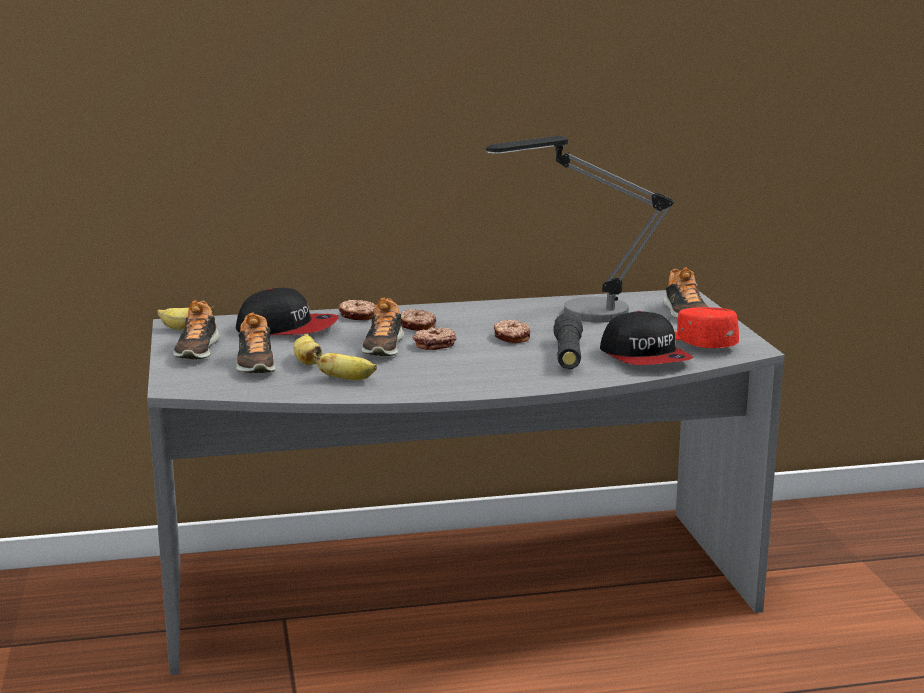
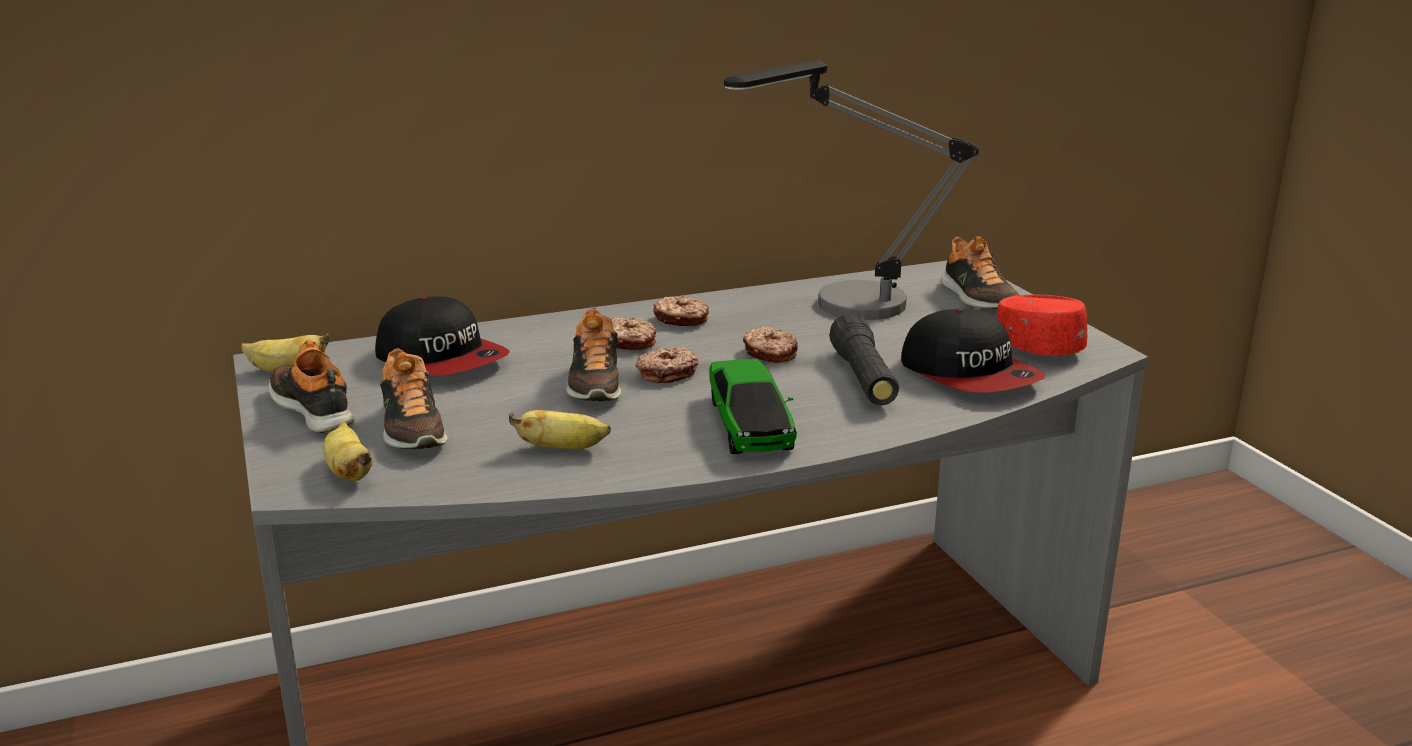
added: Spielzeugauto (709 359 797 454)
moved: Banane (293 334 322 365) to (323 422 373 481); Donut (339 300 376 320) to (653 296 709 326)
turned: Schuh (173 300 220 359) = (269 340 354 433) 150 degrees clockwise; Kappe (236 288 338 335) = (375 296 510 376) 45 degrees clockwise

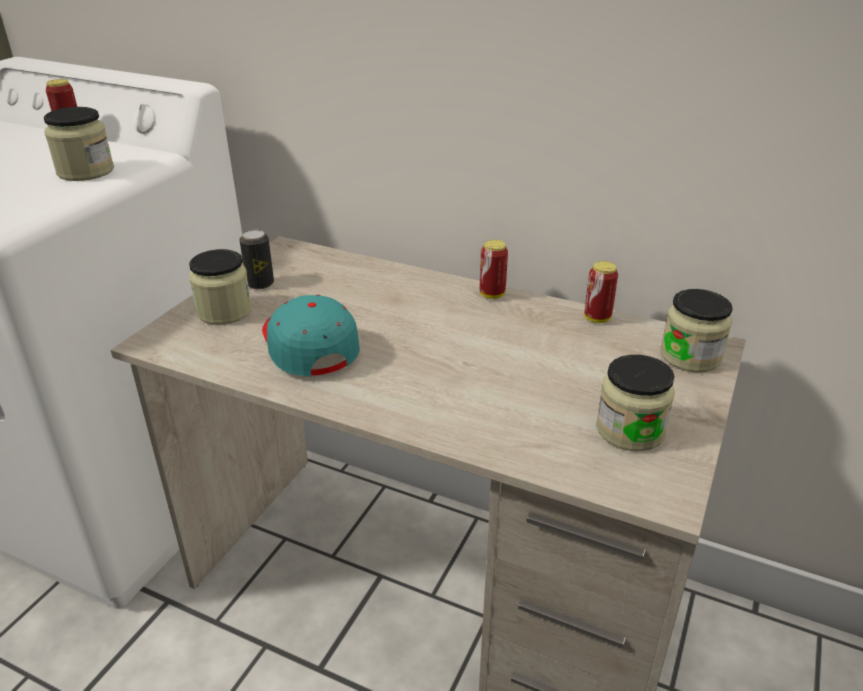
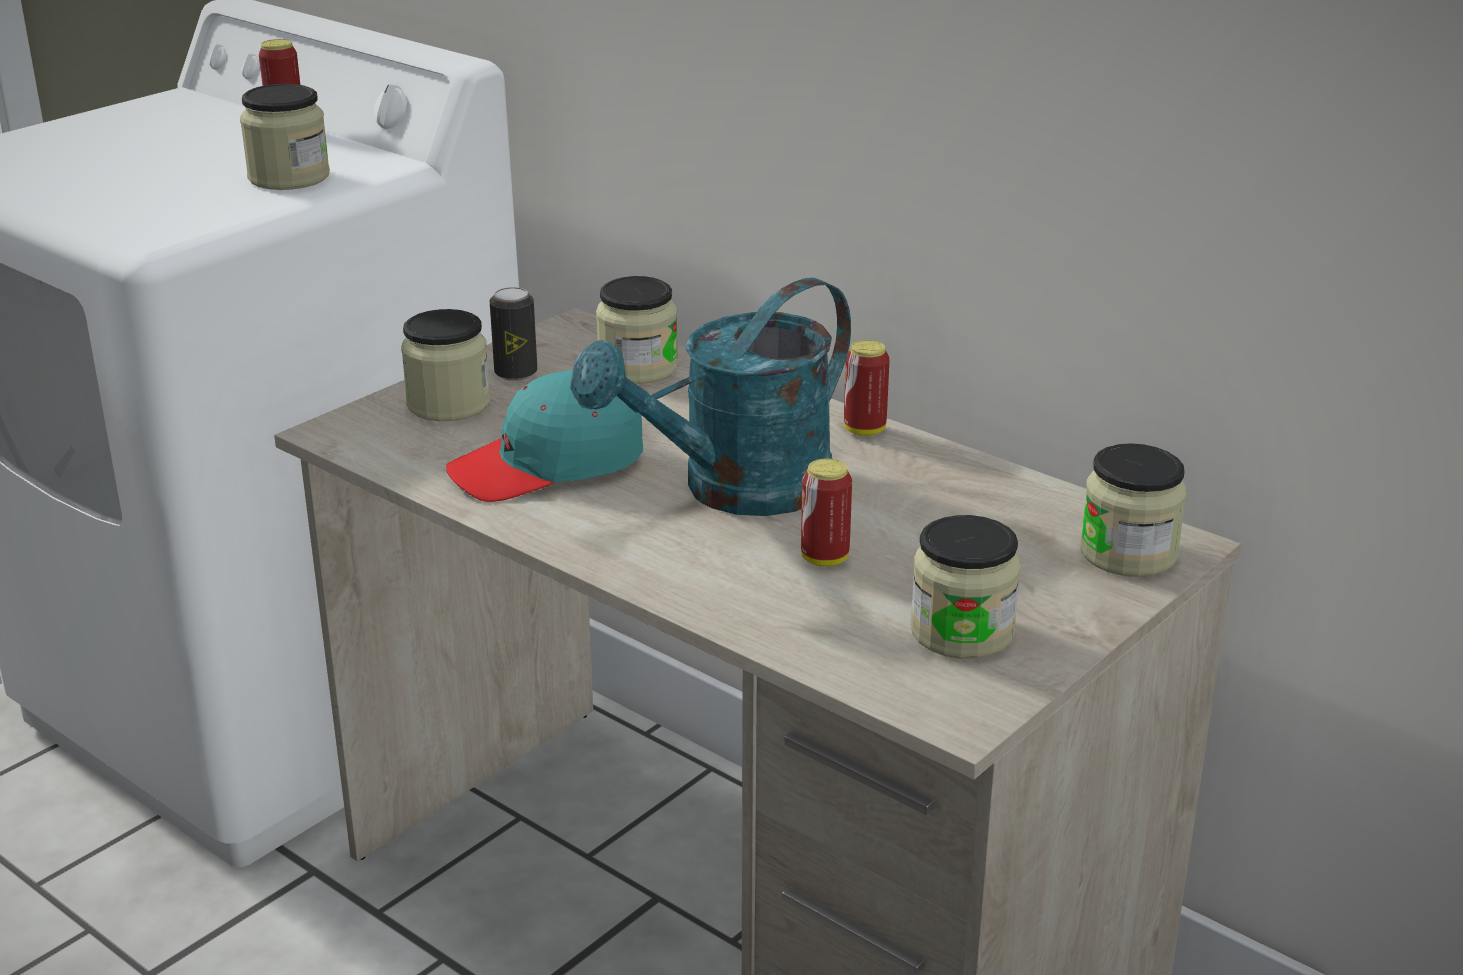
added: Gießkanne [türkis] (570 278 851 516); Vorratsglas (596 276 678 384)
moved: Dose (584 261 618 323) to (801 458 852 566)
turned: Kappe [türkis] (262 295 360 376) = (446 370 643 502) 105 degrees counterclockwise

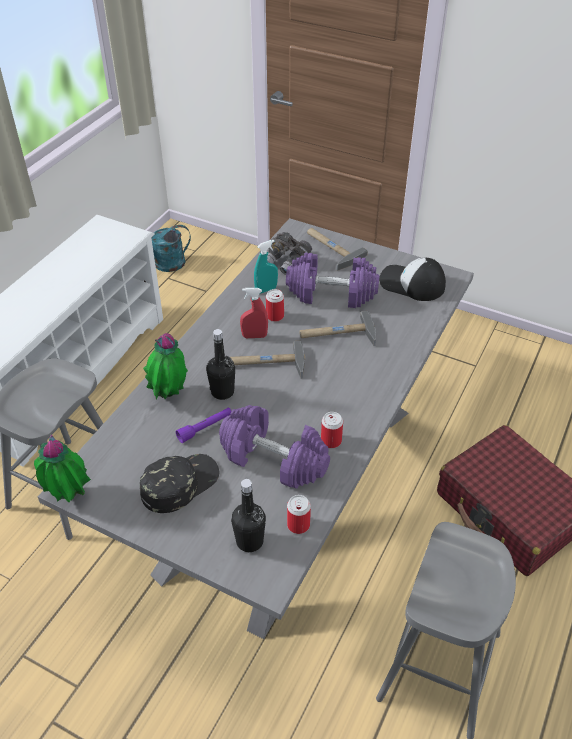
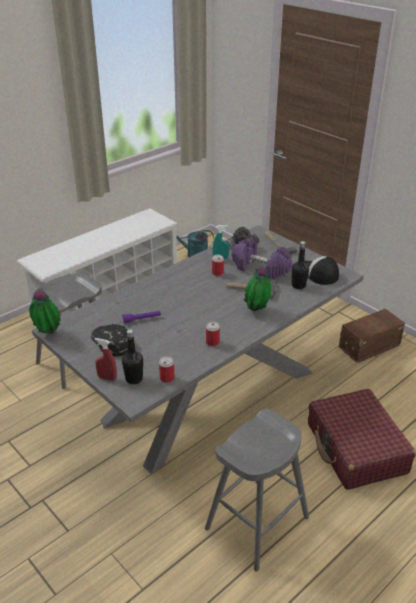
removed: Hantel [lila] (219 405 330 488); Hammer (230 341 305 379)
added: Aufbewahrungsbox [braun] (339 309 405 363)
moved: Topfpflanze (143 333 188 400) to (244 266 272 311); Flasche [schwarz] (206 329 235 400) to (291 241 309 289); Sprühflasche [rot] (240 288 268 338) to (95 338 117 381)
turned: Kappe [schwarz] (140 454 220 513) = (91 324 128 357) 105 degrees counterclockwise

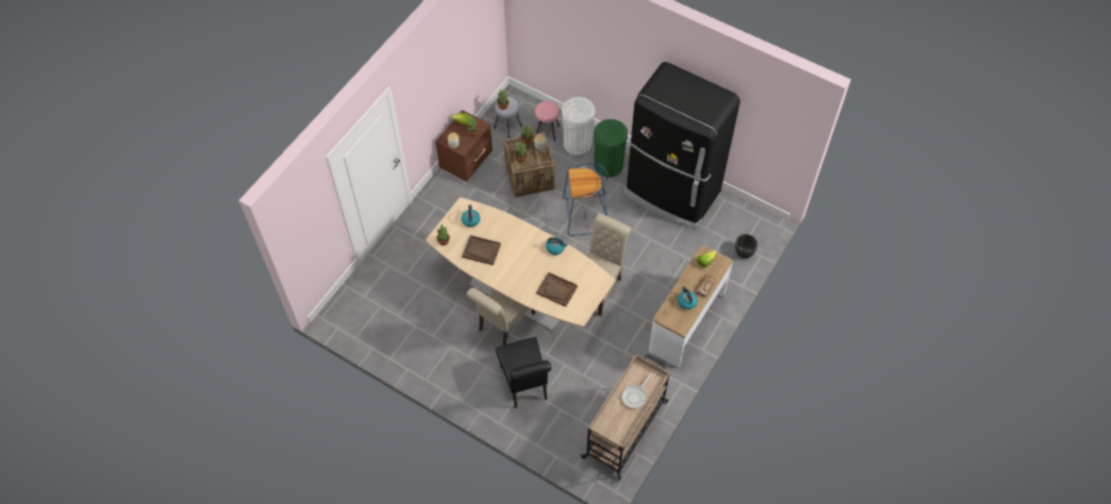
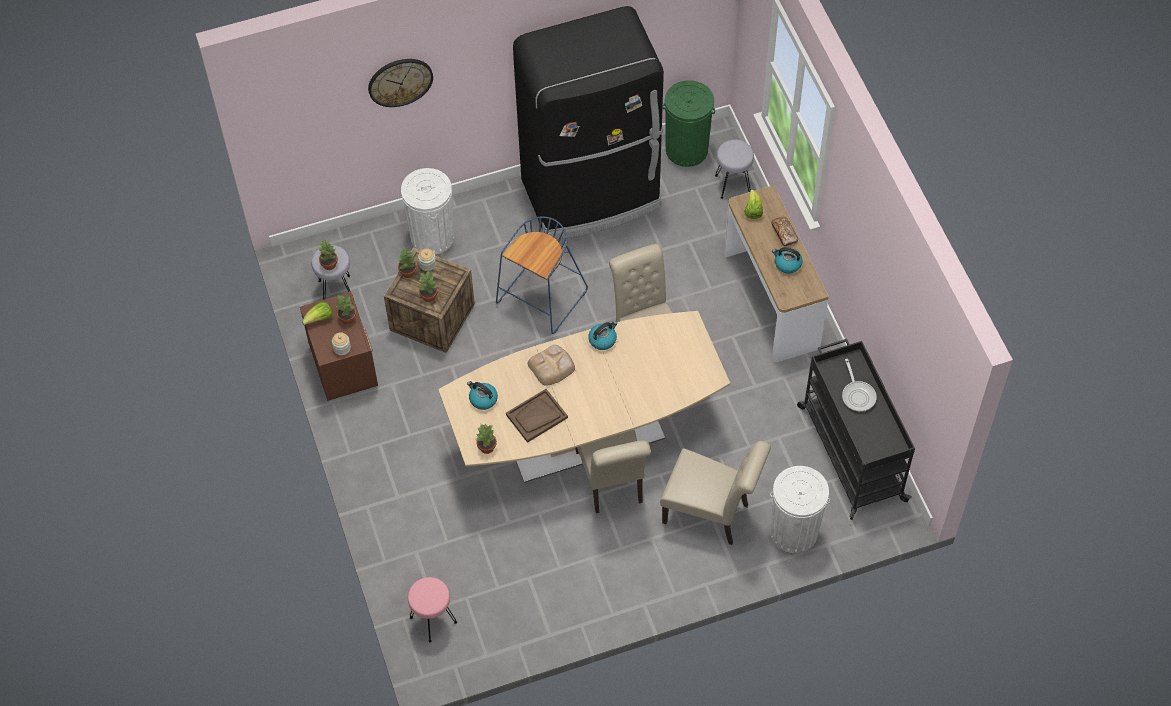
removed: Tablett [braun] (536 272 578 307)
added: Wanduhr (368 59 433 107); Brot (528 345 575 386); Mülleimer [weiß] (770 466 830 553)
moved: Hocker [rosa] (535 101 560 141) to (408 577 457 642); Mülleimer [grün] (594 119 628 177) to (663 80 715 167)
replaced: Pflanzkübel [schwarz] (735 234 758 259) to Hocker [grau] (715 140 754 199)
recoloured: Stuhl [schwarz] (496 337 551 409) to Stuhl [beige] (660 441 771 545); Rollwagen [beige] (580 354 670 480) to Rollwagen [schwarz] (797 339 915 520)

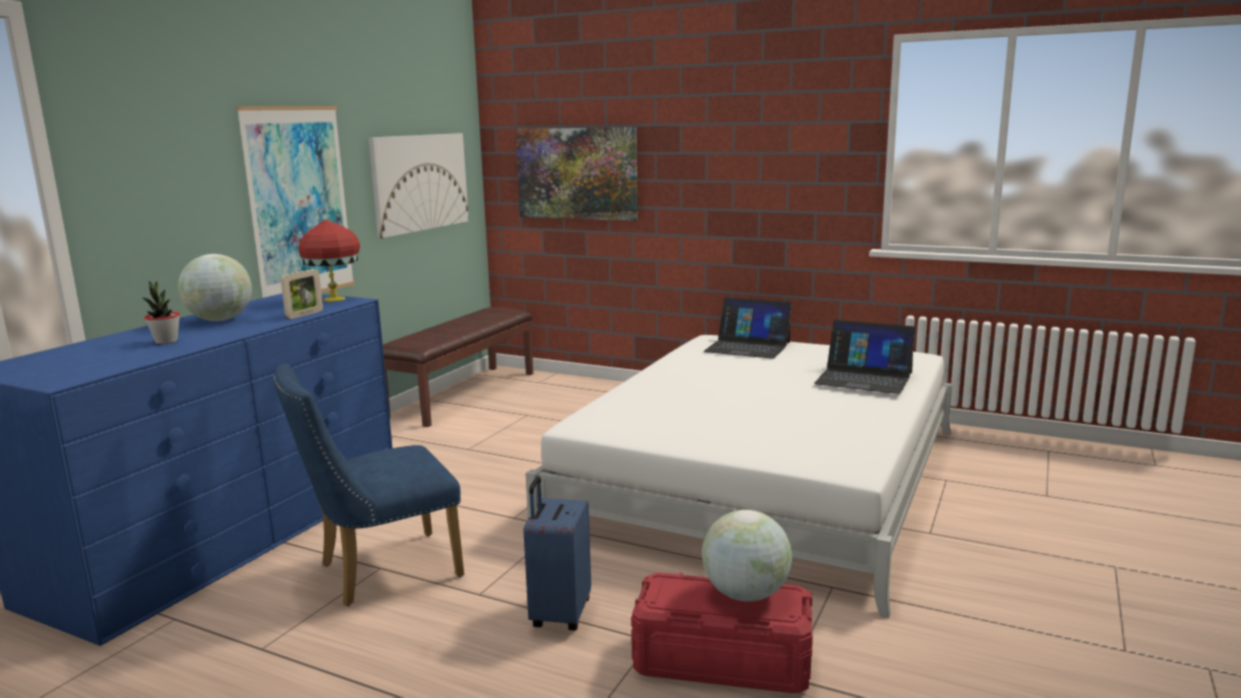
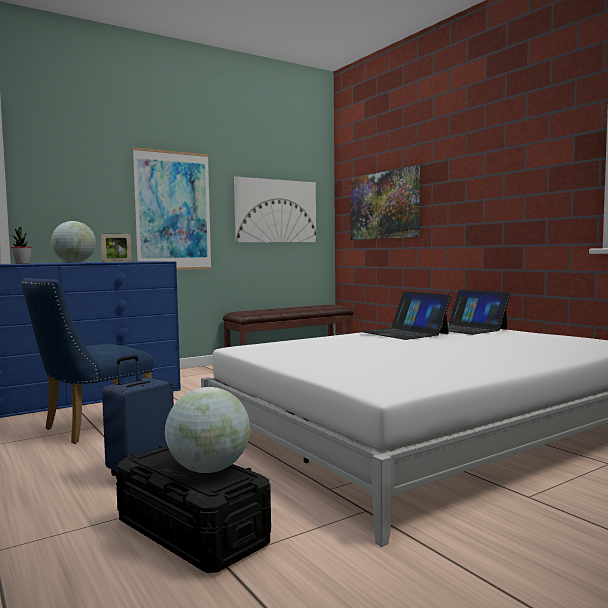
removed: Tischlampe [rot] (298 219 360 302)
moved: Laptop (814 320 916 394) to (360 291 452 340)
recoloured: Aufbewahrungsbox [rot] (631 572 813 693) to Aufbewahrungsbox [schwarz] (116 445 271 573)
turned: Stuhl [blau] (274 363 464 606) = (21 278 154 444) 45 degrees counterclockwise

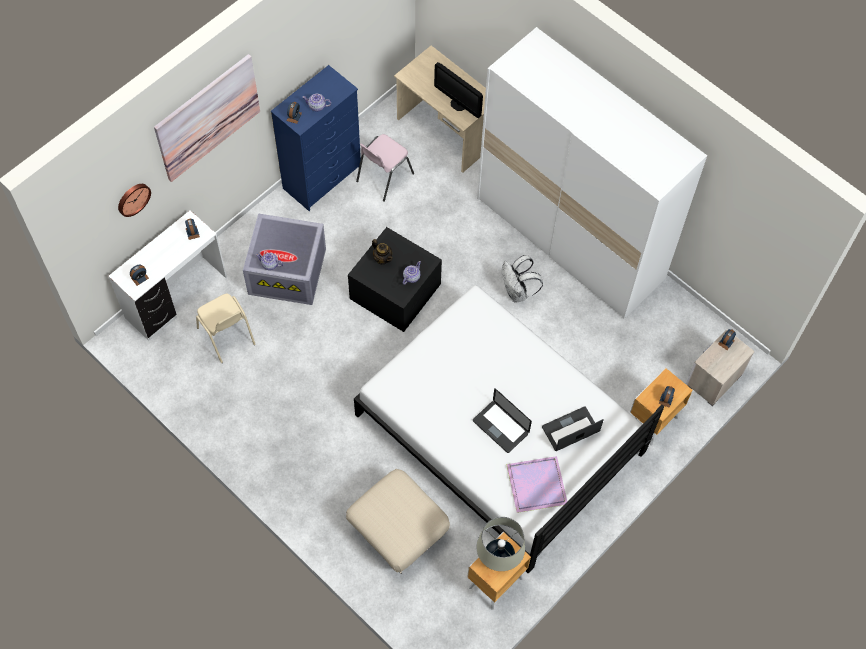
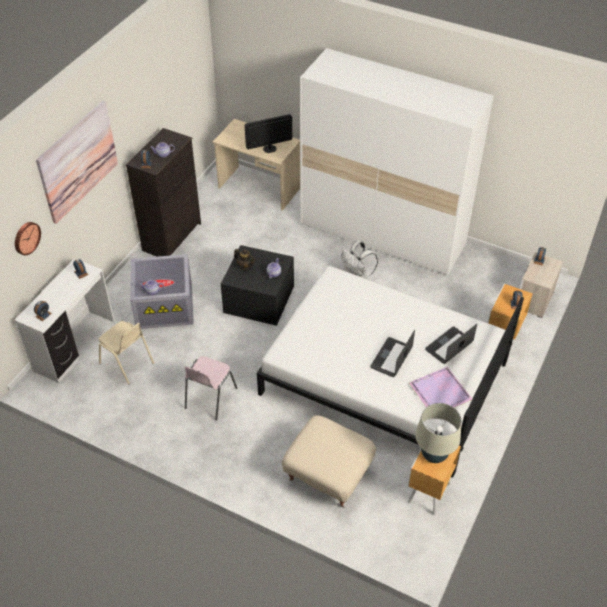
moved: Stuhl [rosa] (356 134 414 202) to (184 356 238 421)
recoloured: Kommode [blau] (271 65 361 211) to Kommode [schwarz] (126 128 201 257)
turned: Monitor (434 62 483 119) = (245 114 292 153) 135 degrees clockwise; Laptop (473 388 532 453) = (370 330 415 377) 90 degrees clockwise

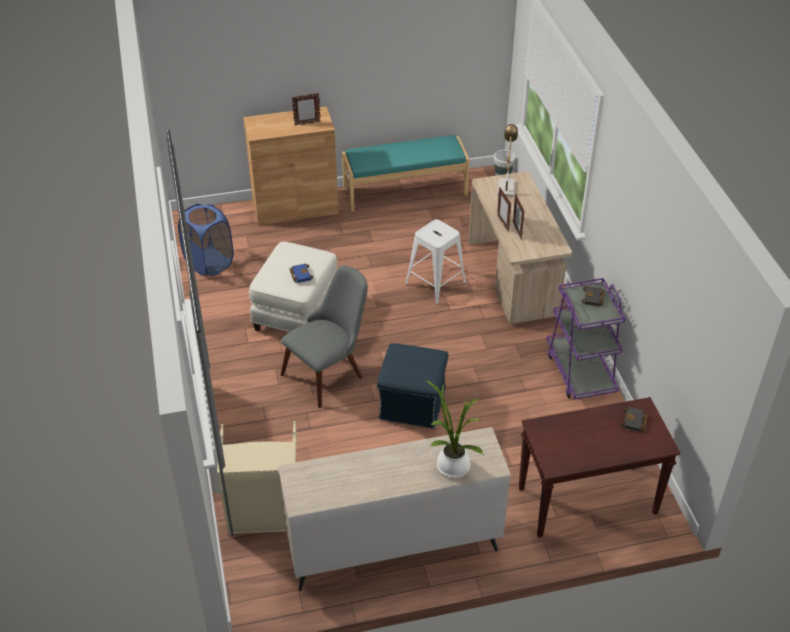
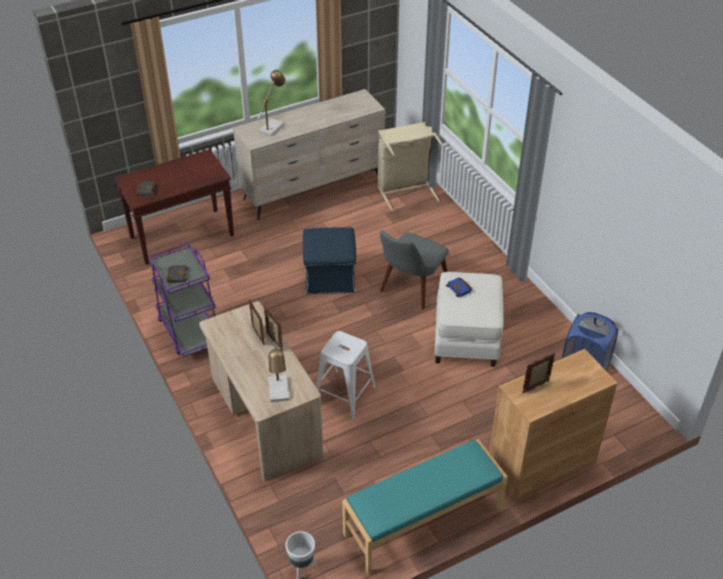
replaced: Topfpflanze (425 380 484 478) to Tischlampe (258 70 286 136)

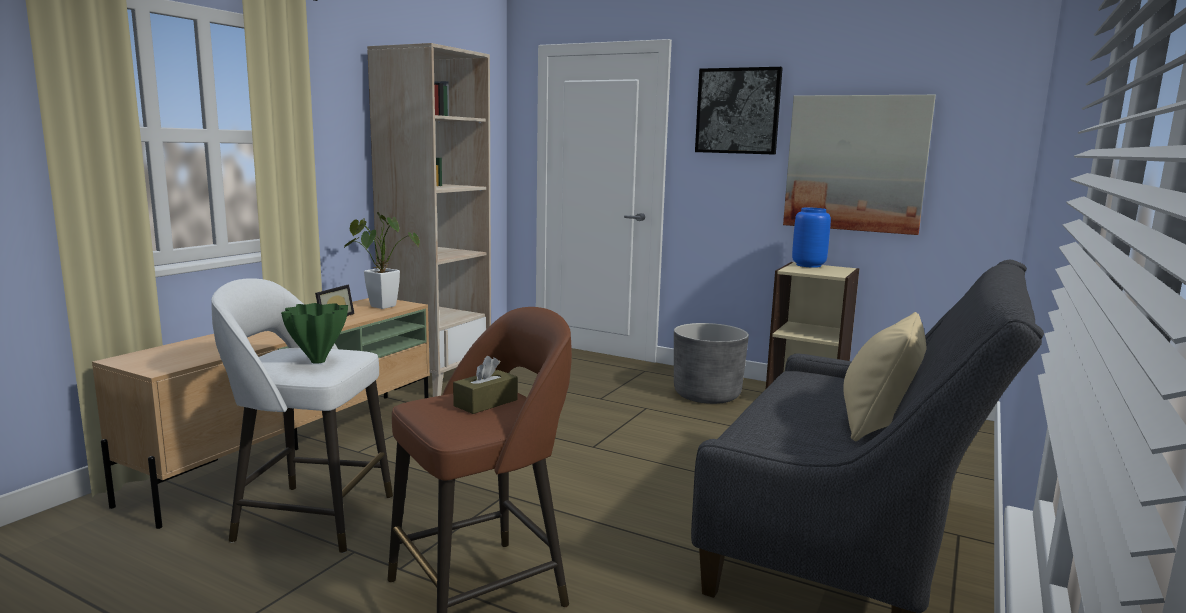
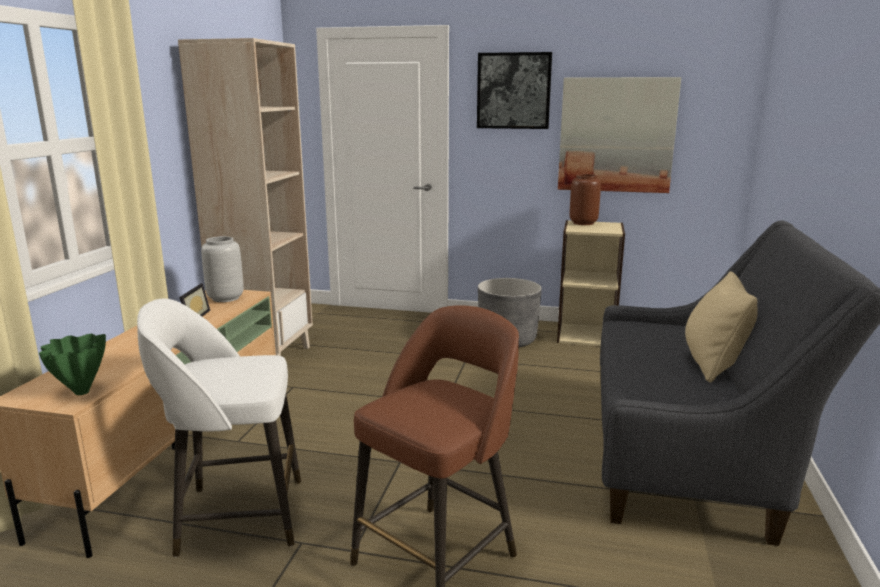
removed: Taschentuchbox [braun] (453 356 517 414)
moved: Vase [grün] (281 303 348 364) to (39 334 106 395)
replaced: Topfpflanze (344 212 420 309) to Vase [grau] (201 236 244 302)
recoloured: Vase [blau] (792 207 831 268) to Vase [braun] (570 174 601 225)

